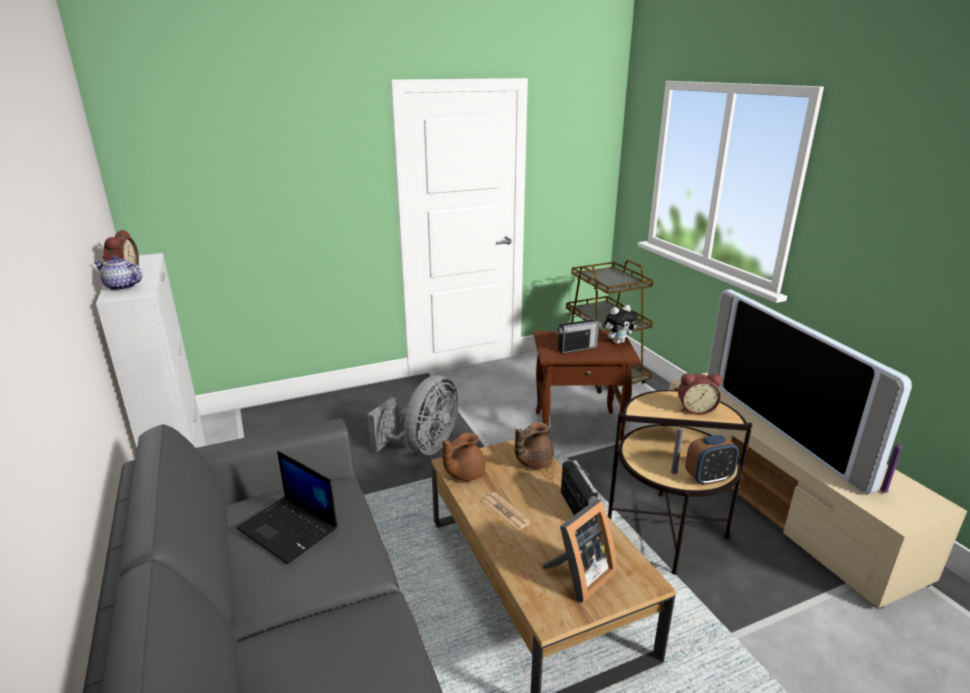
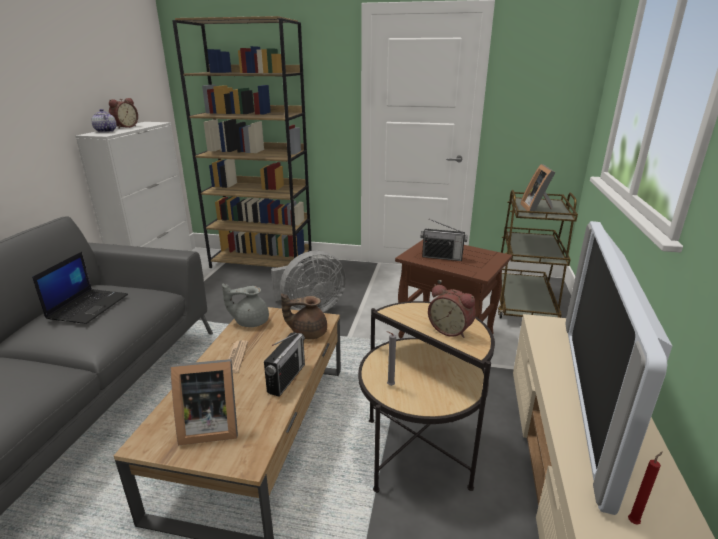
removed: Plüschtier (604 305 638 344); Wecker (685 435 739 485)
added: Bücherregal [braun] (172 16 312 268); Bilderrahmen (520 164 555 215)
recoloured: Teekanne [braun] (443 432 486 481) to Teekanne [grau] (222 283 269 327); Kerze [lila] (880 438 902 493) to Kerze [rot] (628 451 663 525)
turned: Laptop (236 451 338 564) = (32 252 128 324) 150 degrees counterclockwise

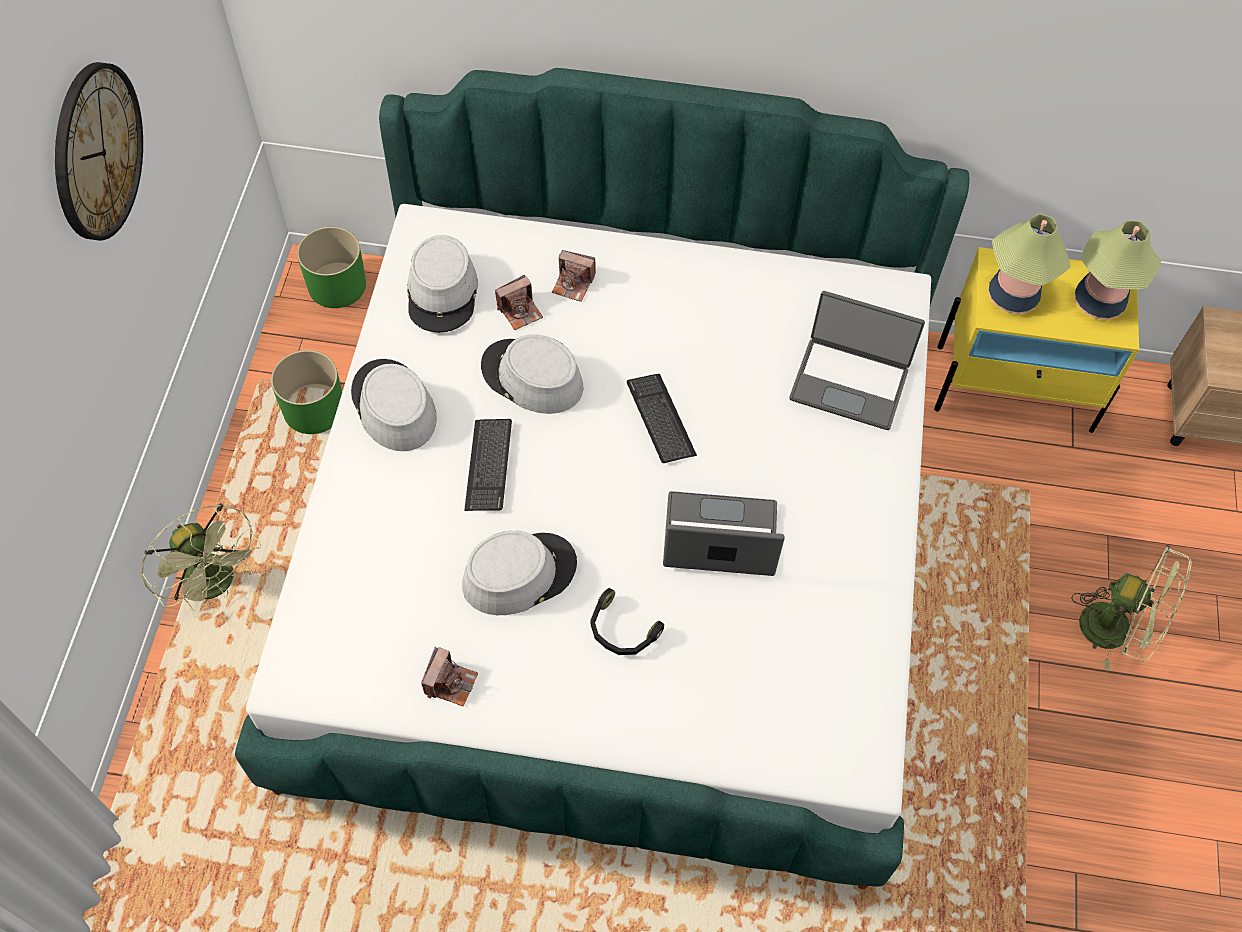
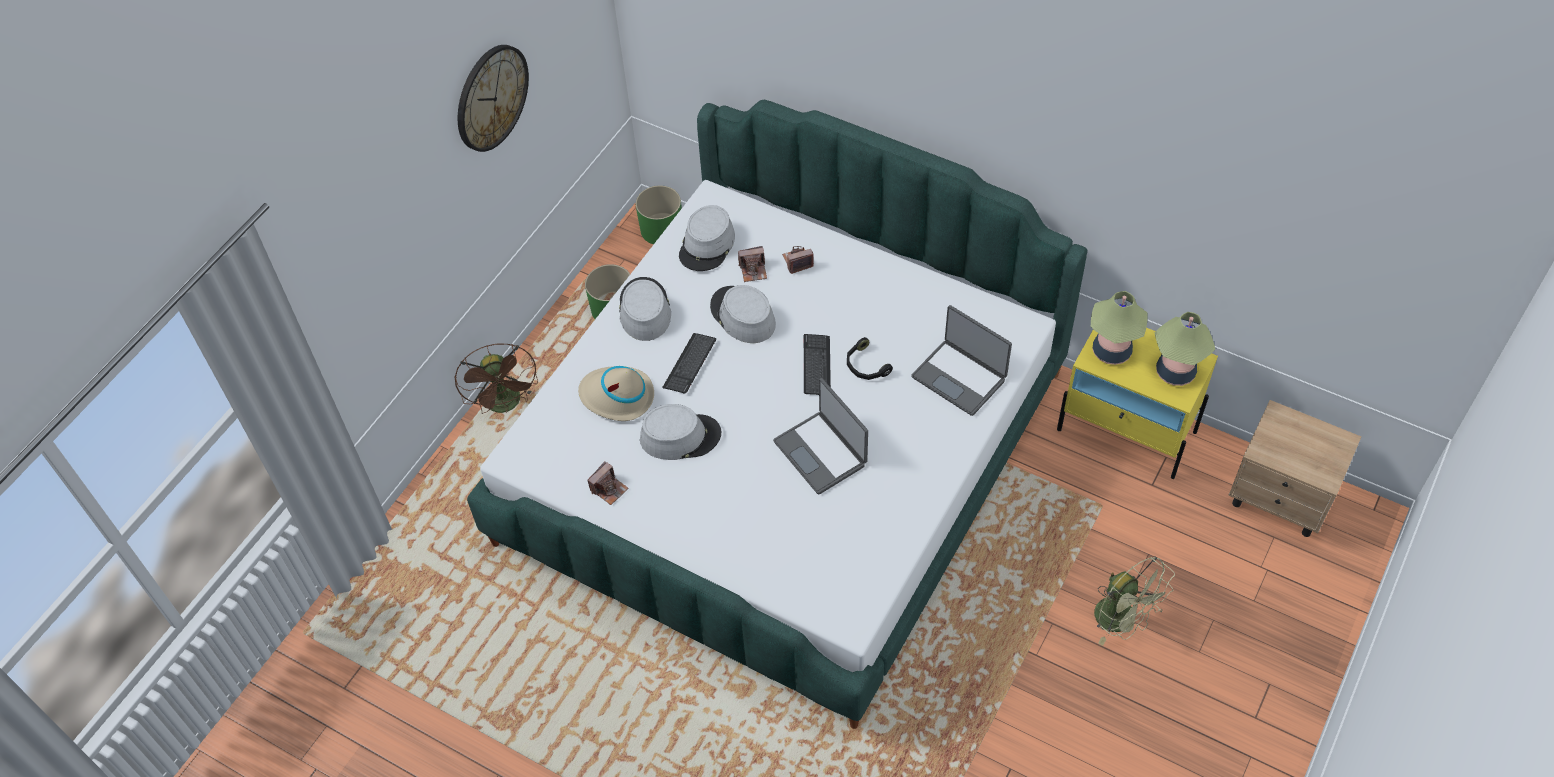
added: Hut [beige] (578 366 654 421)
moved: Kopfhörer [schwarz] (590 588 664 655) to (847 337 893 380)
recoloured: Ventilator [grün] (141 504 261 611) to Ventilator [braun] (455 343 538 414)
turned: Kamera (552 250 596 302) = (782 246 814 274) 120 degrees clockwise; Laptop (663 491 785 576) = (773 378 868 494) 150 degrees counterclockwise

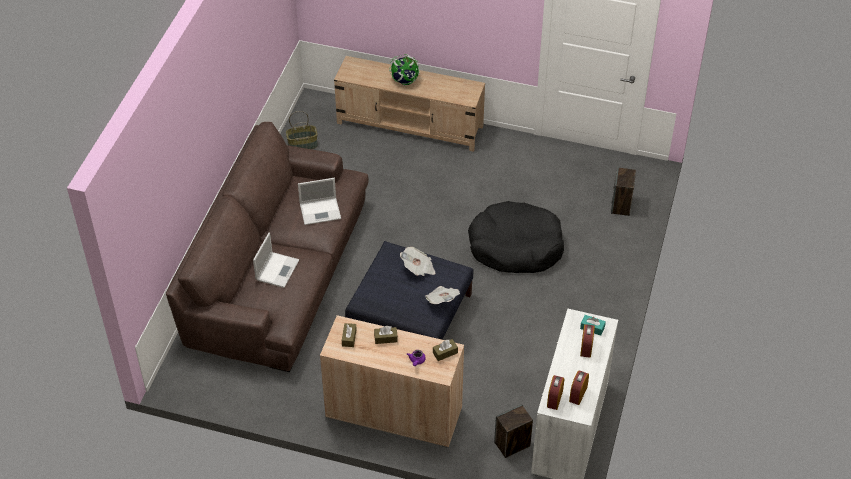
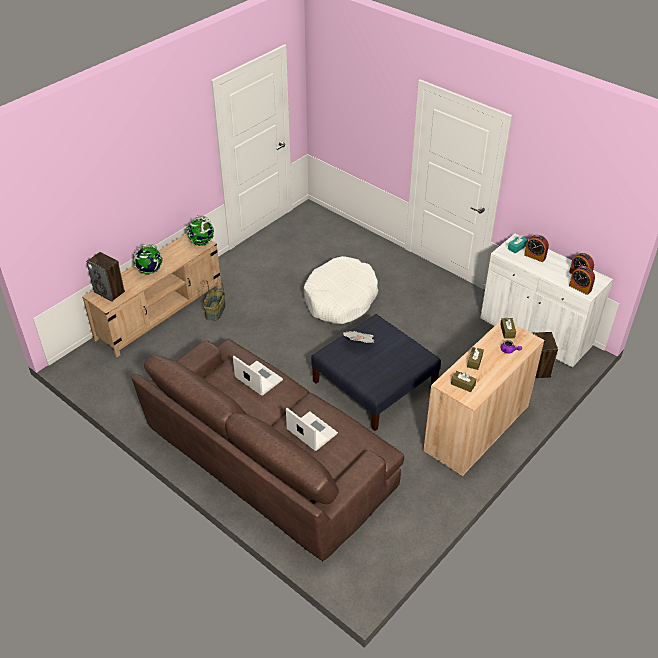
removed: Zeitung (426 286 460 304)
added: Globus (186 215 214 246)
moved: Korb (286 111 318 149) to (202 280 225 321); Lautsprecher (611 167 636 216) to (86 252 125 302)
recoloured: Hundebett [schwarz] (468 201 564 273) to Hundebett [weiß] (304 256 378 324)
turned: Laptop (298 178 341 225) = (233 356 283 396) 60 degrees counterclockwise

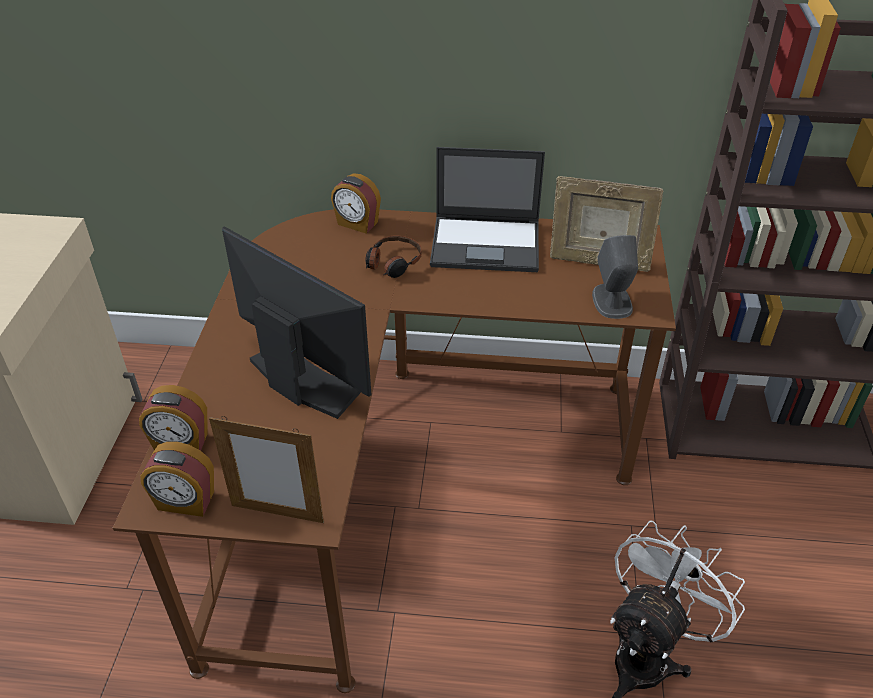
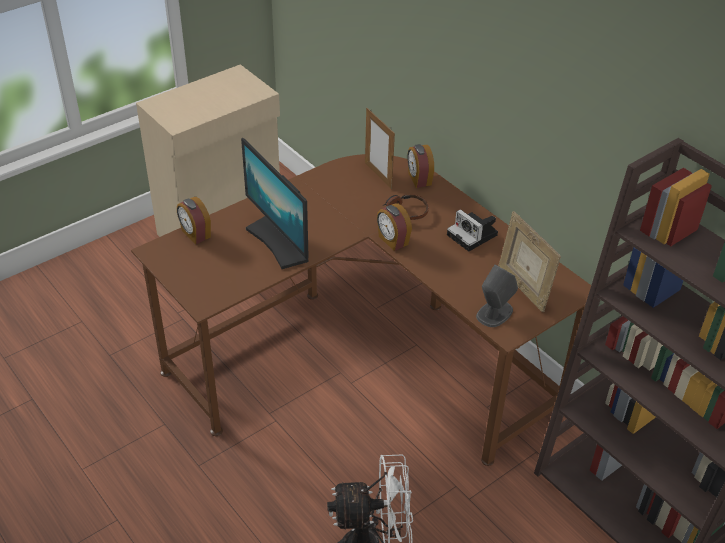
moved: Wecker (140 442 214 517) to (377 203 412 251); Bilderrahmen (209 416 324 523) to (365 108 395 189)
replaced: Laptop (430 147 545 272) to Kamera (447 209 498 251)
turned: Monitor (222 226 372 419) = (241 138 309 269) 150 degrees clockwise

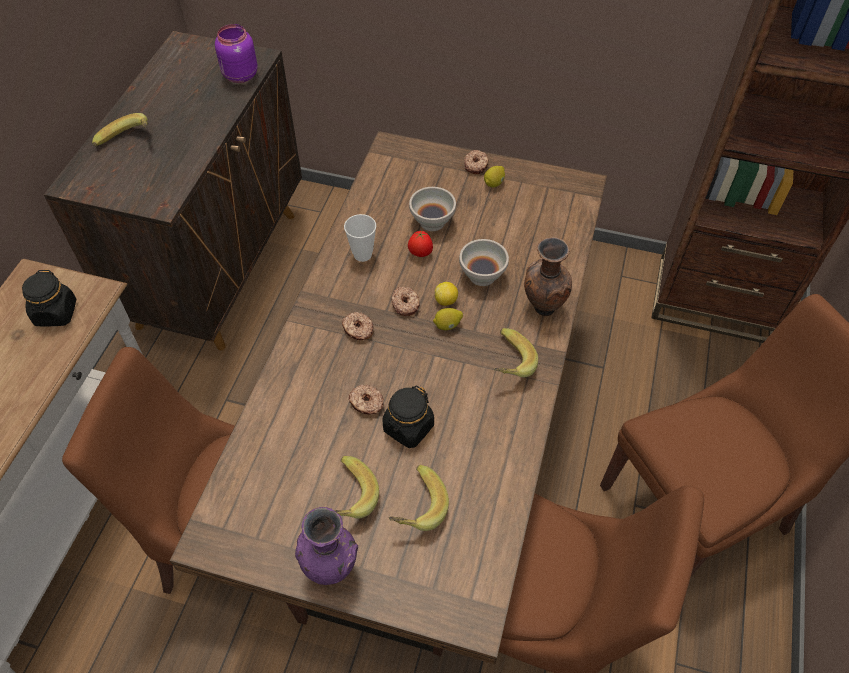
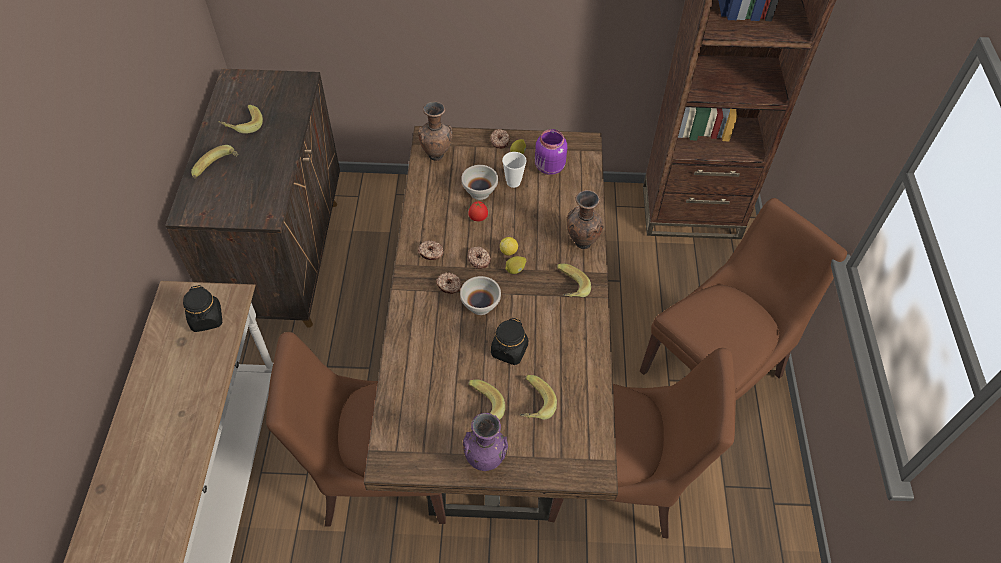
added: Banane (218 105 263 134); Vase [braun] (418 102 453 161)
moved: Vorratsglas [lila] (215 24 258 83) to (535 129 567 175); Tasse (344 214 376 262) to (502 152 526 188); Donut (349 385 384 415) to (418 240 444 260); Schüssel [weiß] (459 239 509 286) to (460 276 501 315)

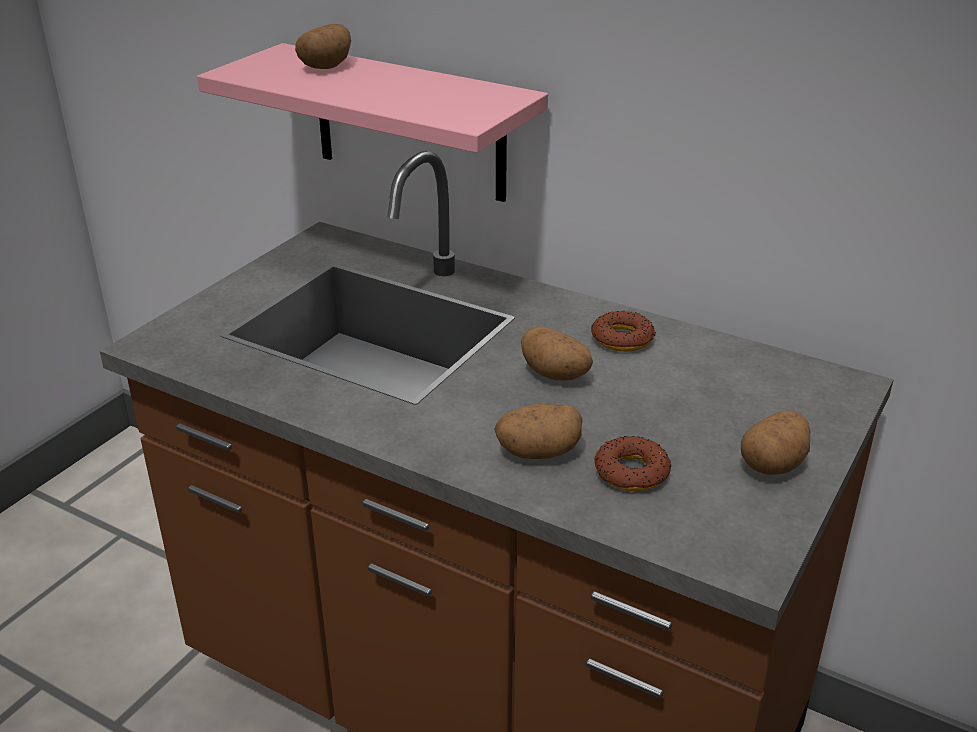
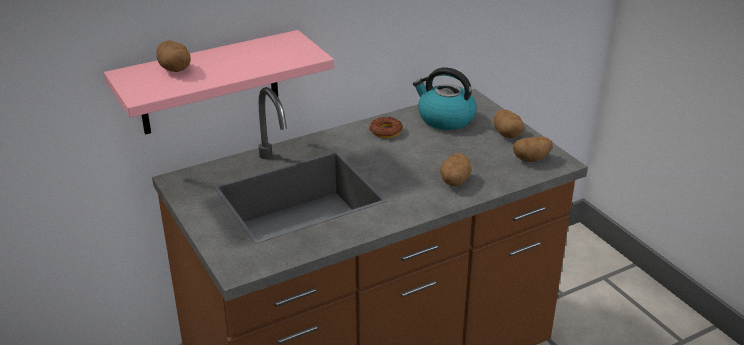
removed: Donut (595 436 671 491)
added: Wasserkessel (413 67 477 130)
moved: Kartoffel (521 326 593 380) to (513 137 553 162)

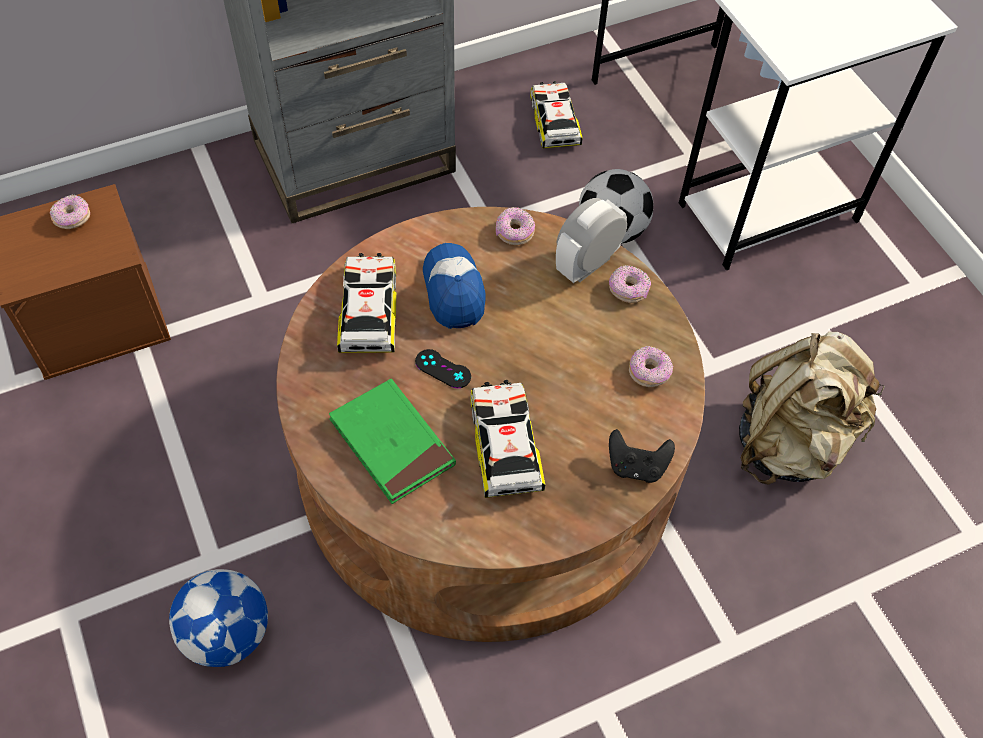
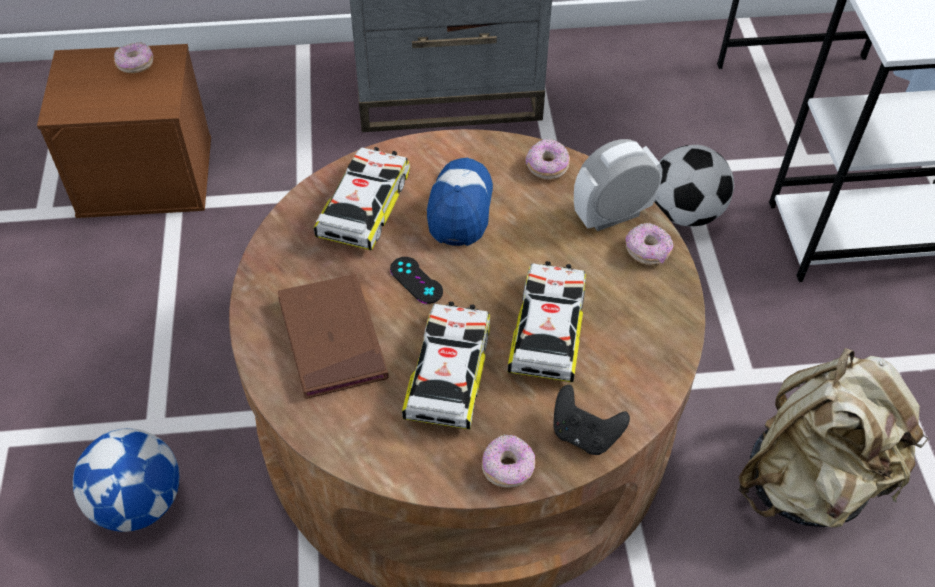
moved: Spielzeugauto (530 81 583 149) to (508 261 586 383); Donut (629 346 673 387) to (482 435 535 488)
recoloured: Buch [grün] (329 379 456 504) to Buch [braun] (278 274 389 399)

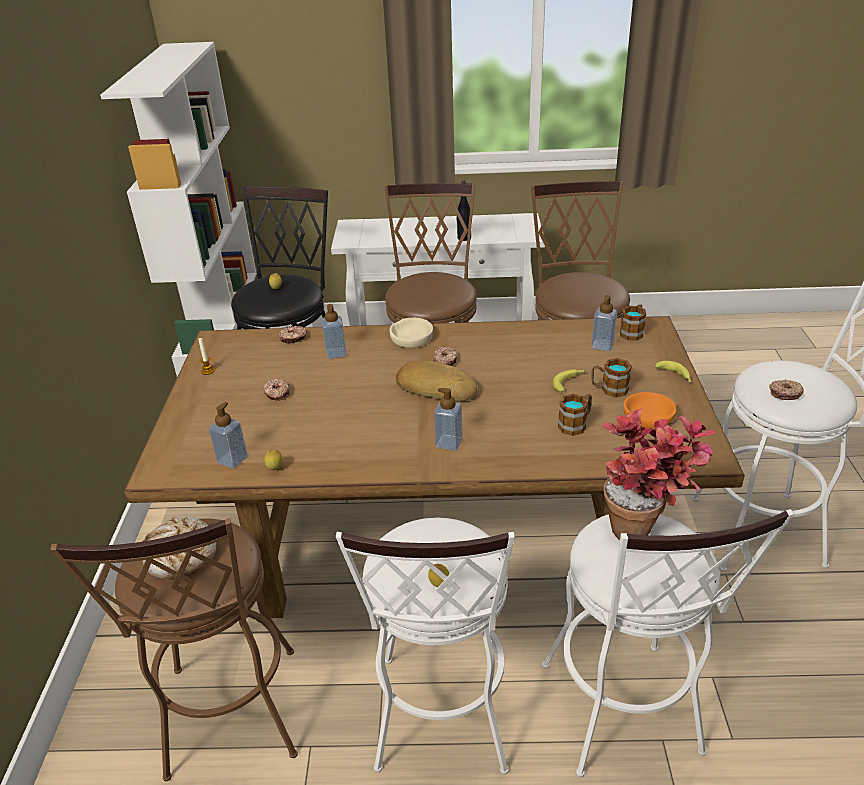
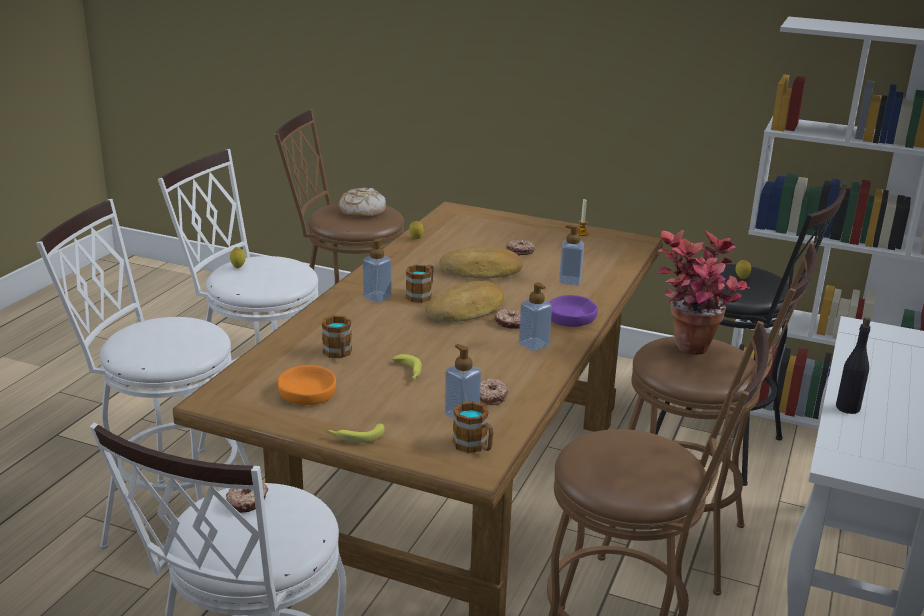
added: Brot (439 246 523 278)
moved: Seifenspender (209 402 248 469) to (519 282 552 351); Donut (279 326 307 343) to (480 379 508 405); Henkelbecher (591 358 632 397) to (406 265 434 303); Topfpflanze (601 408 716 540) to (658 230 750 355)
recoloured: Schüssel [beige] (390 318 433 348) to Schüssel [lila] (549 295 598 327)

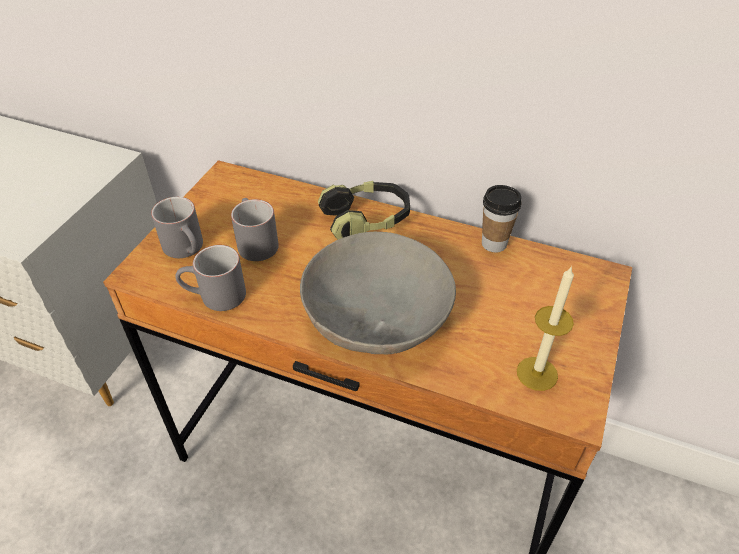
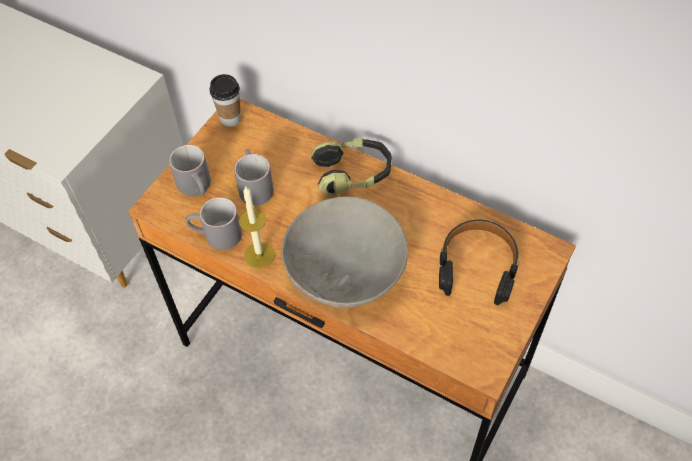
added: Kopfhörer [schwarz] (439 220 519 305)
moved: Tasse (482 185 521 253) to (210 74 241 127); Kerze (517 266 574 391) to (239 186 275 269)

